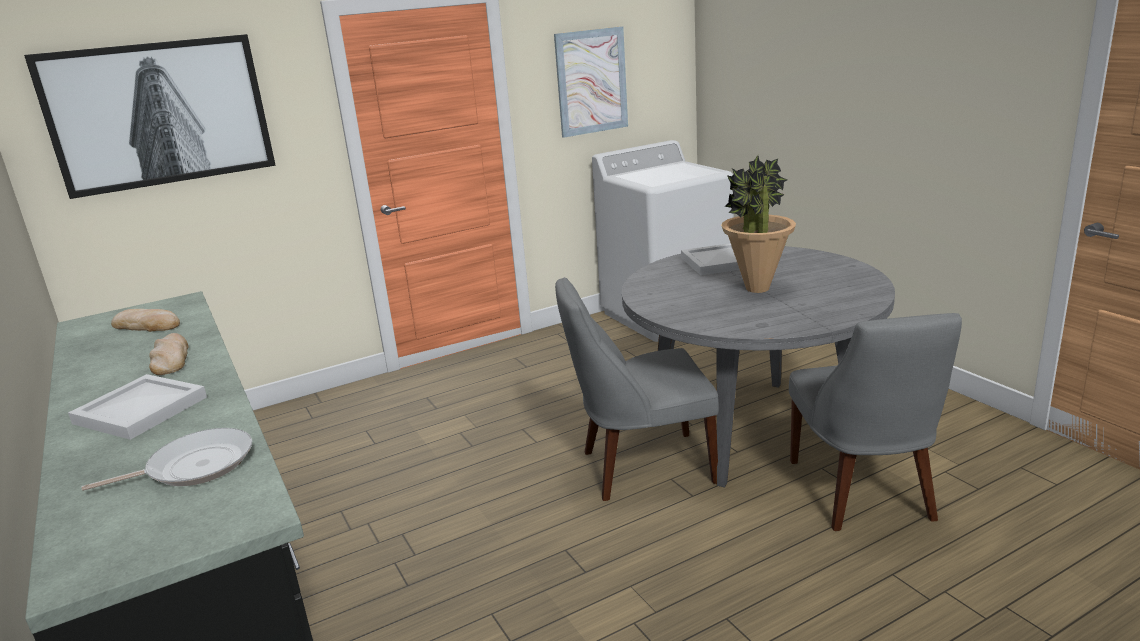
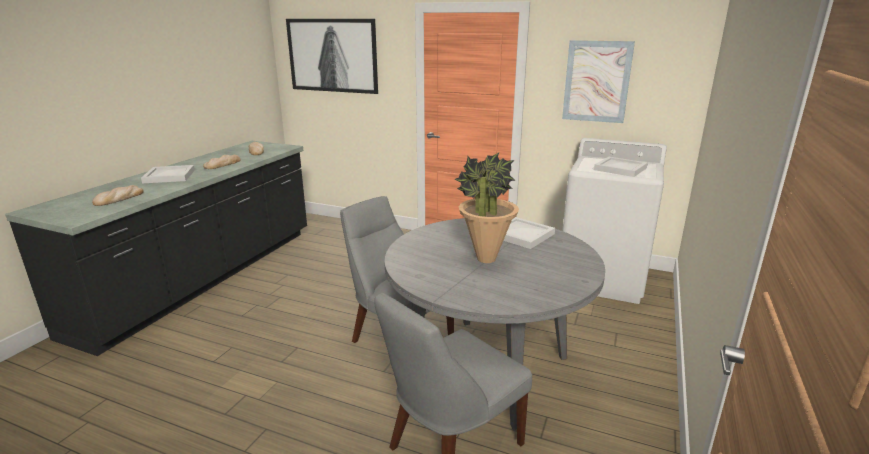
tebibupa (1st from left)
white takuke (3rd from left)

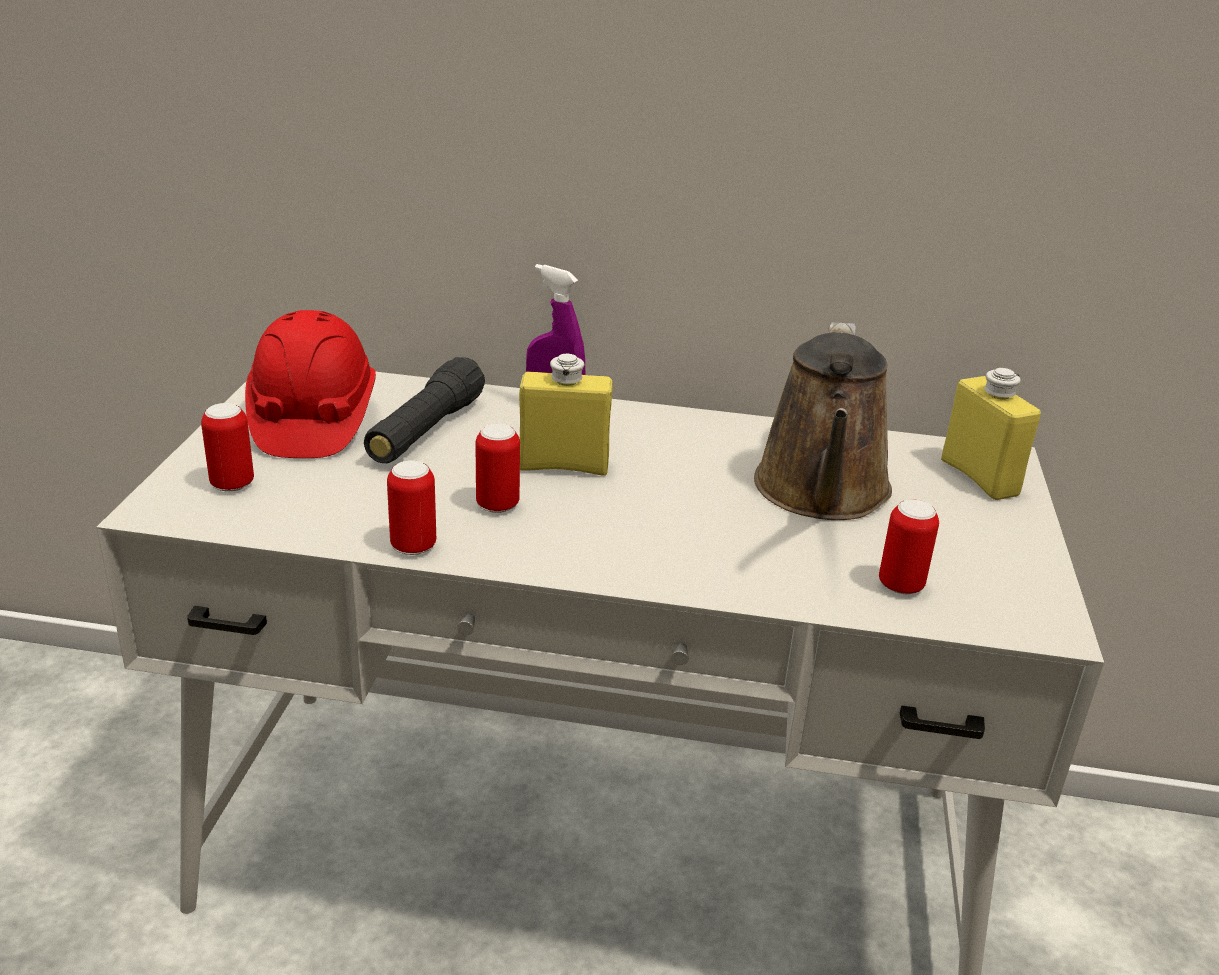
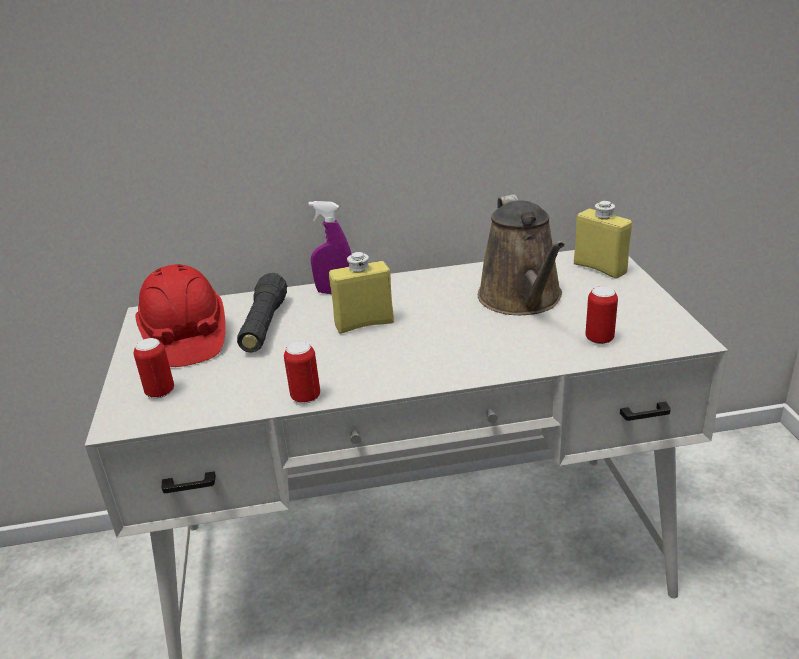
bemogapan (3rd from left in the first image)

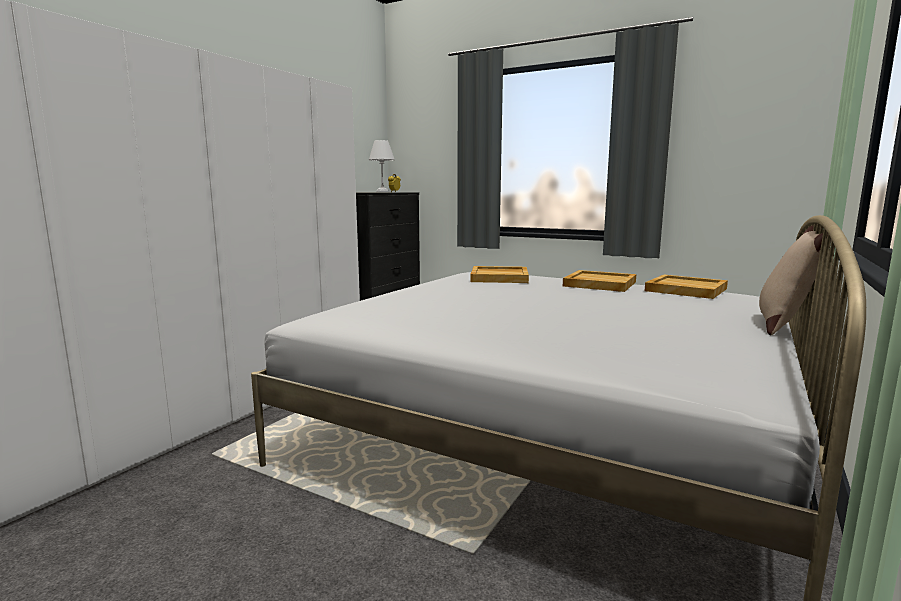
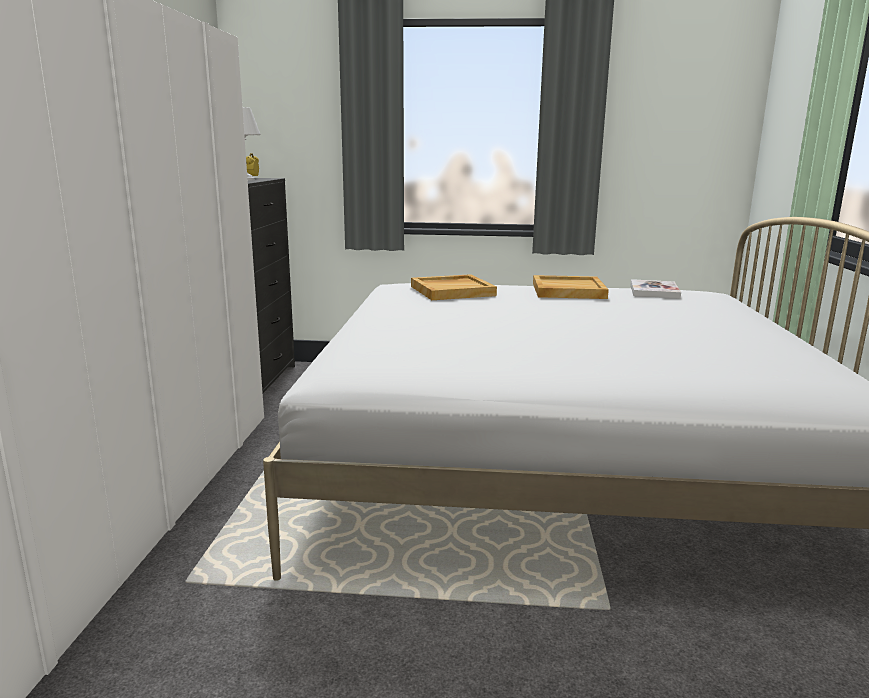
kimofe
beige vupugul

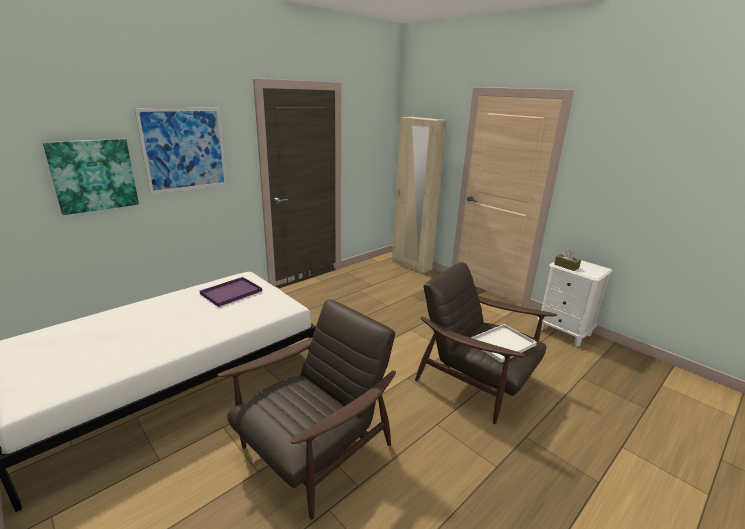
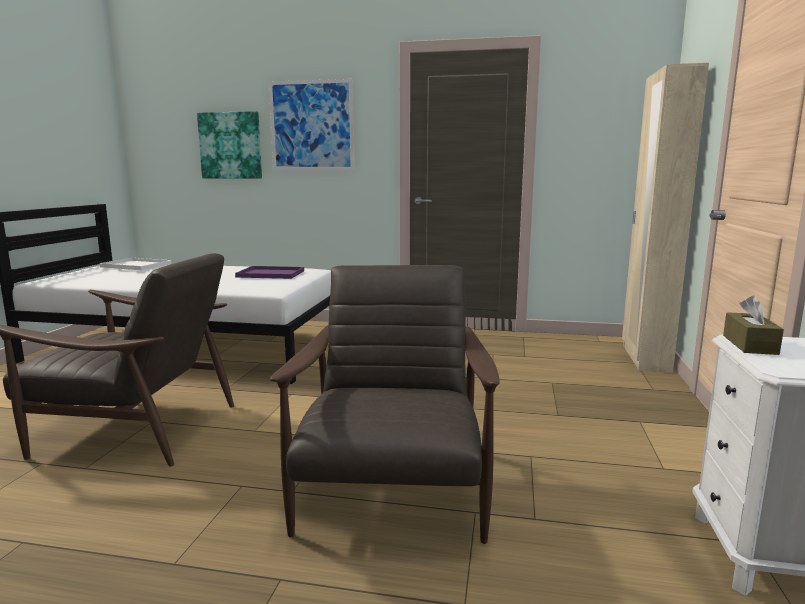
white takuke

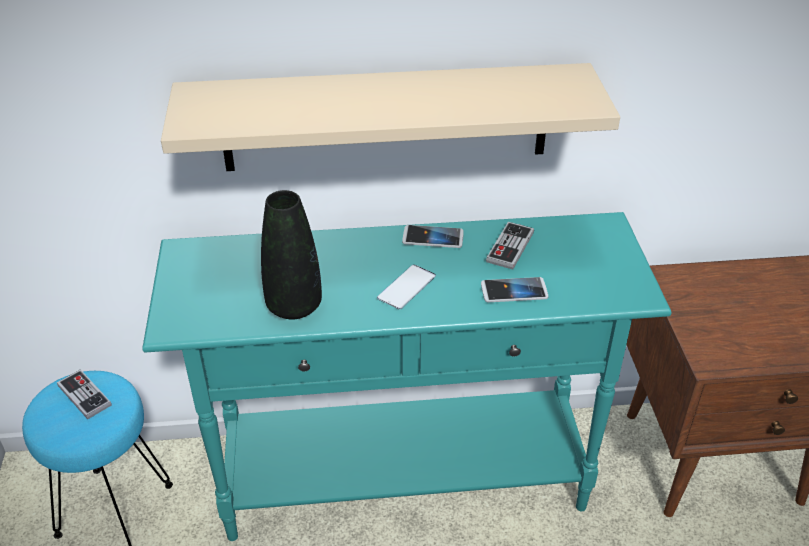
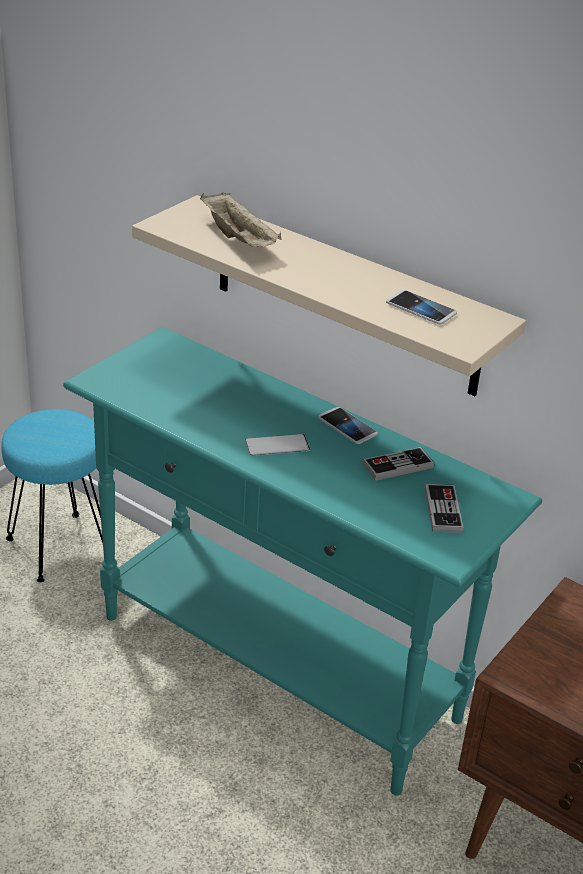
beige takuke
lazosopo (3rd from left)
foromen (2nd from left)
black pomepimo

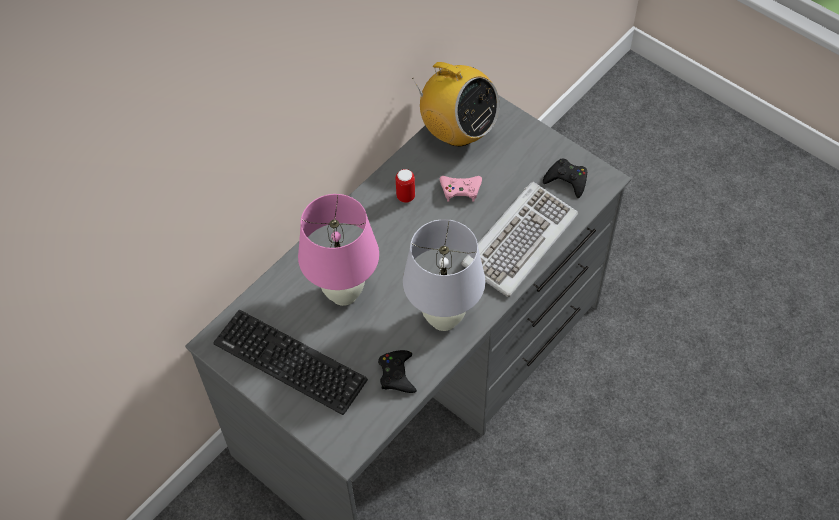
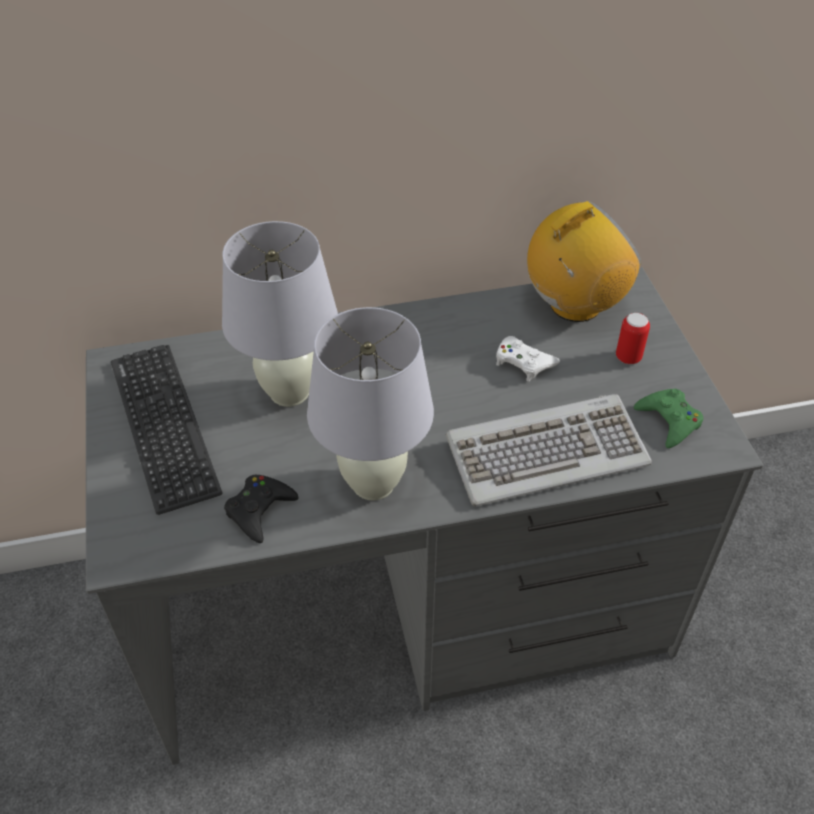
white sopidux (1st from left)
white foromen
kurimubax
bemogapan
green foromen

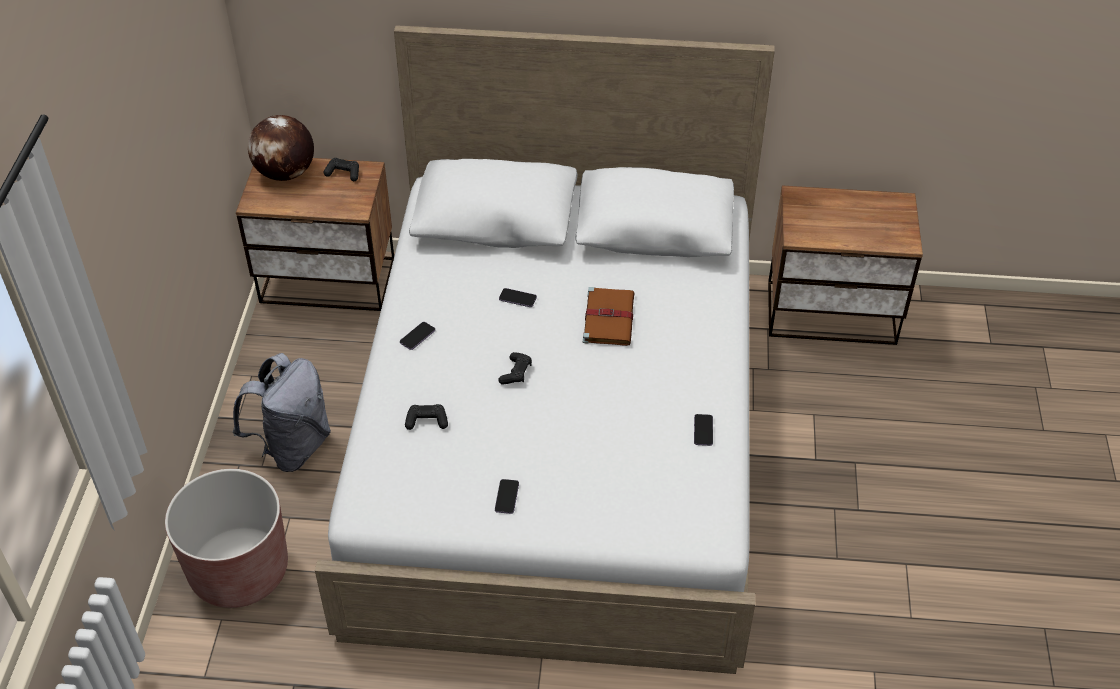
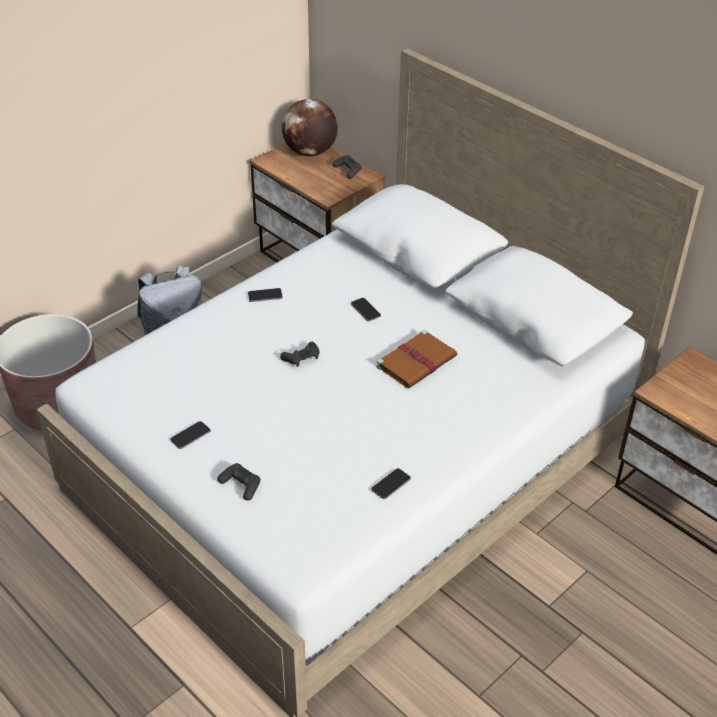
black foromen (1st from left)

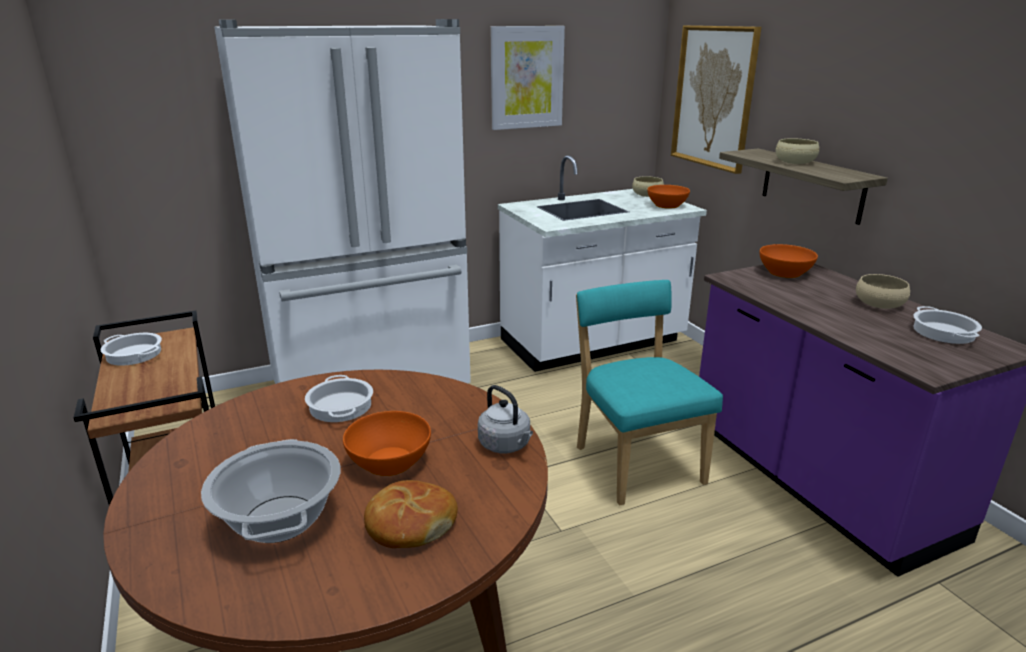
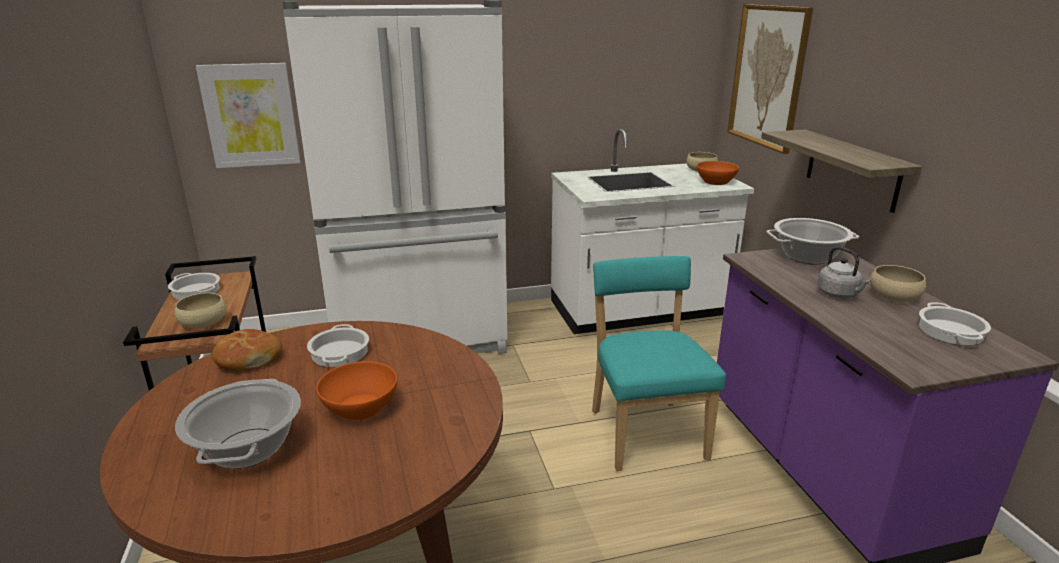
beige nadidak (1st from left)
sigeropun (1st from left)
tebibupa
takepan (4th from left)
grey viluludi

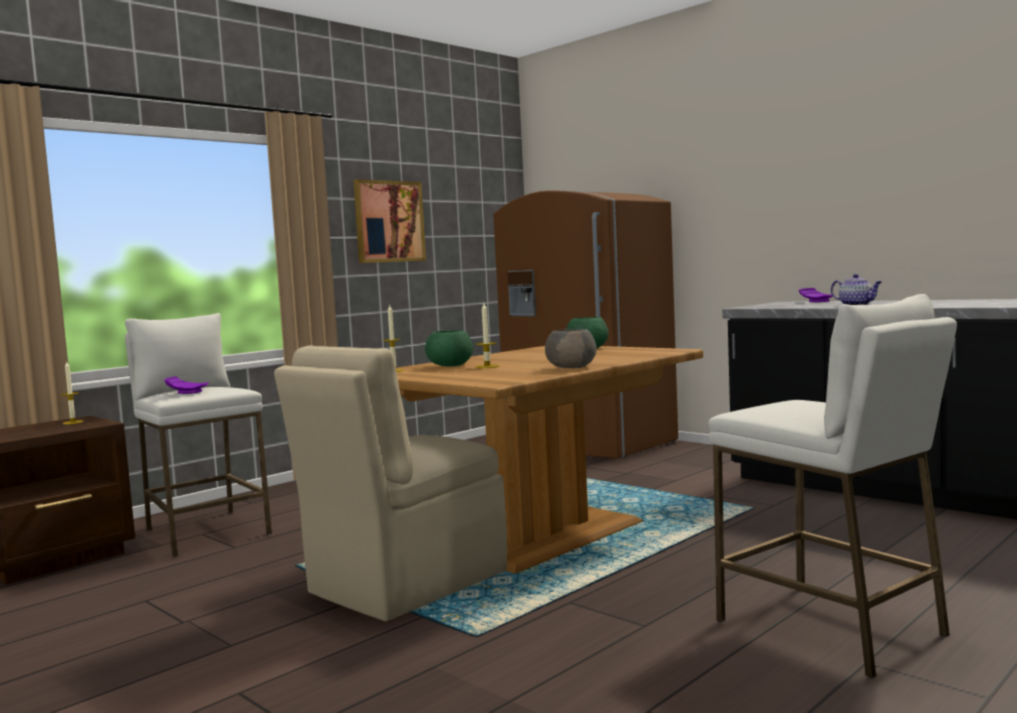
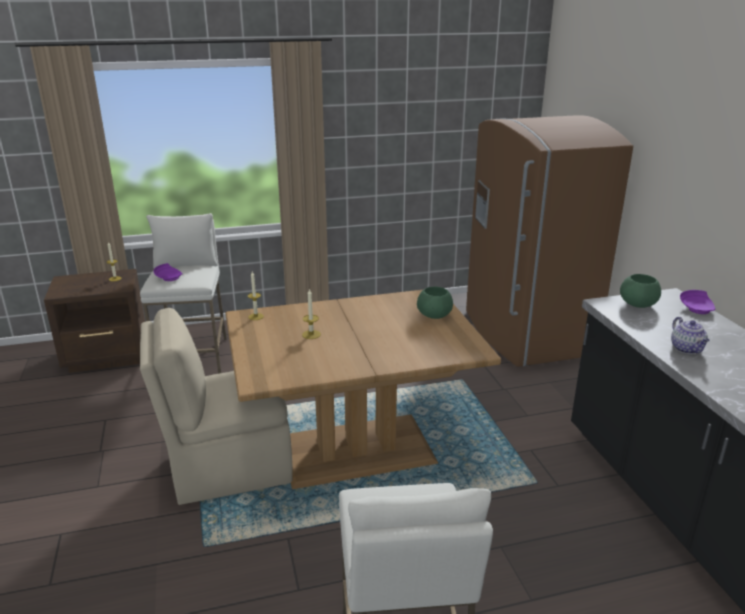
green nadidak (2nd from left)
sigeropun
grey nadidak

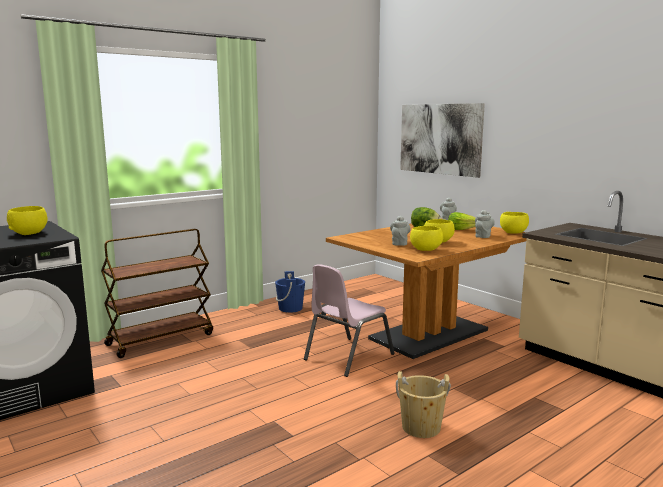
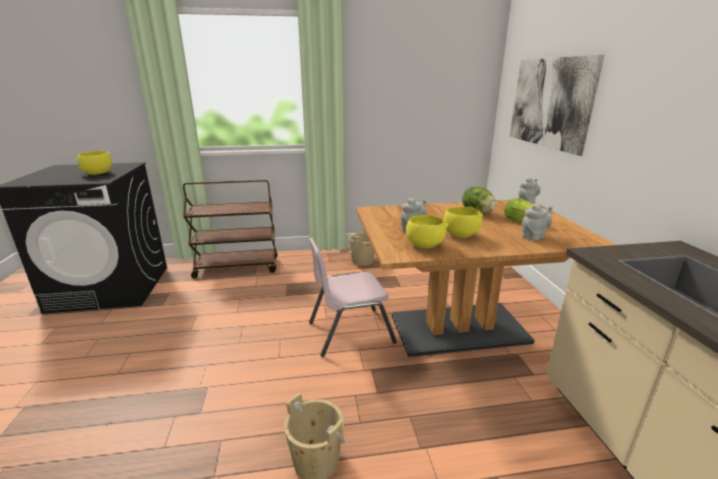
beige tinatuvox (2nd from left)
yellow nadidak (4th from left in the first image)

